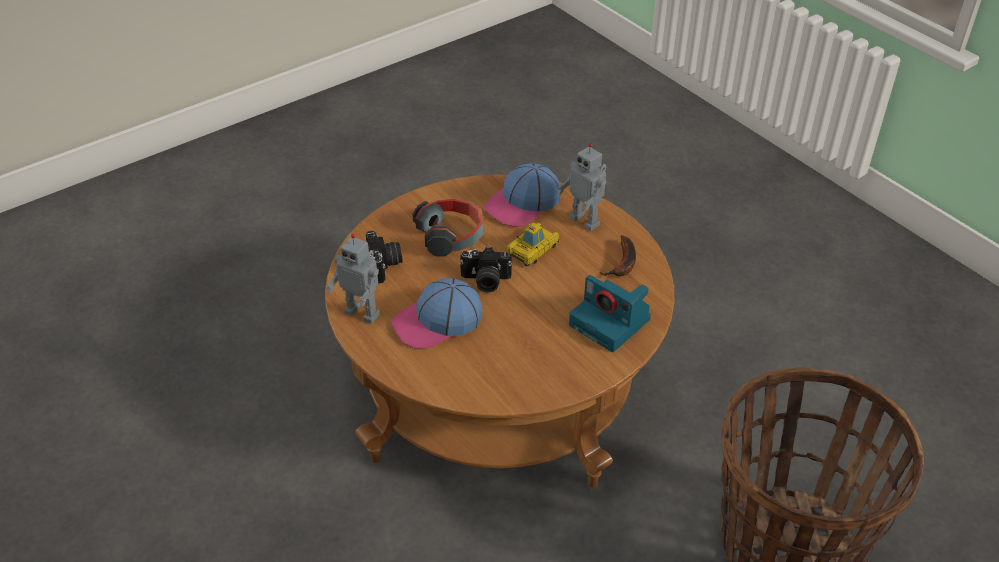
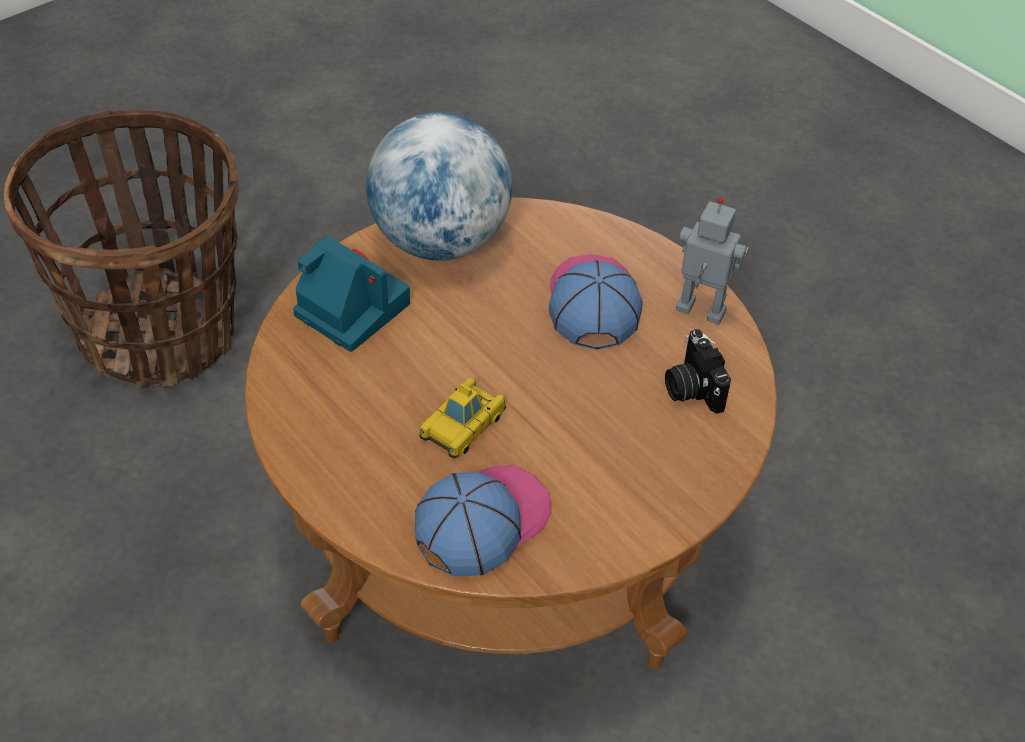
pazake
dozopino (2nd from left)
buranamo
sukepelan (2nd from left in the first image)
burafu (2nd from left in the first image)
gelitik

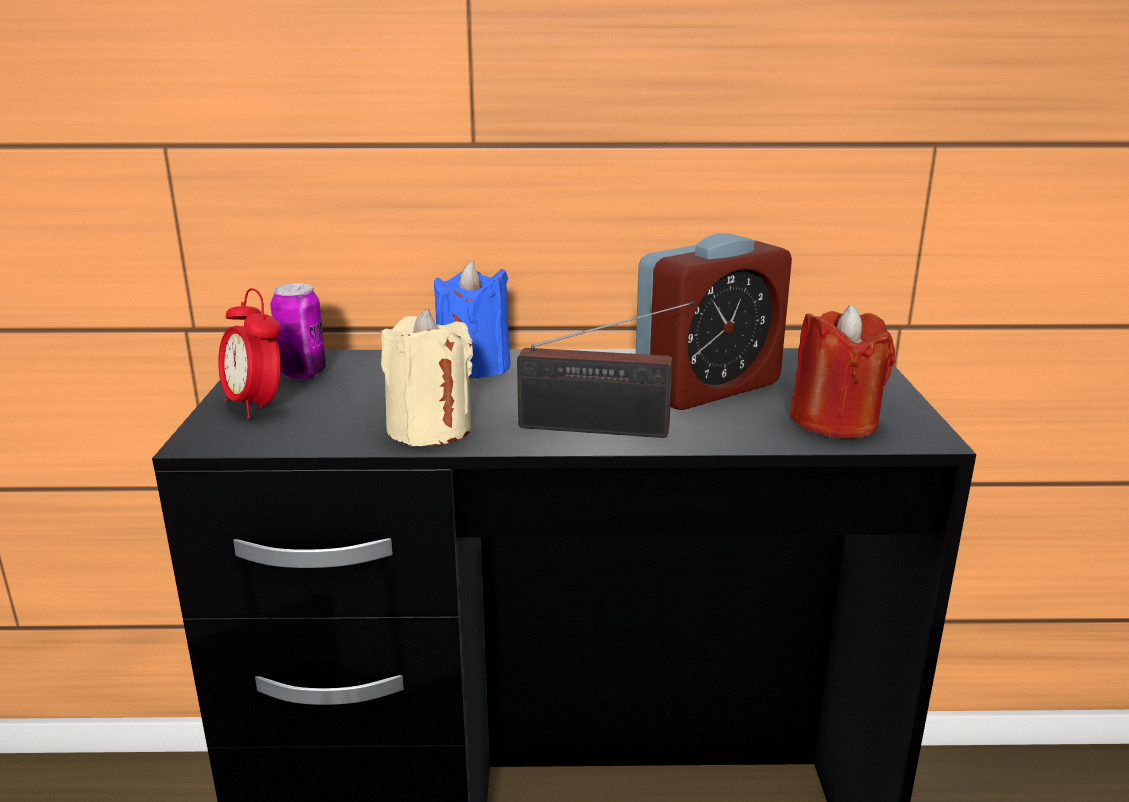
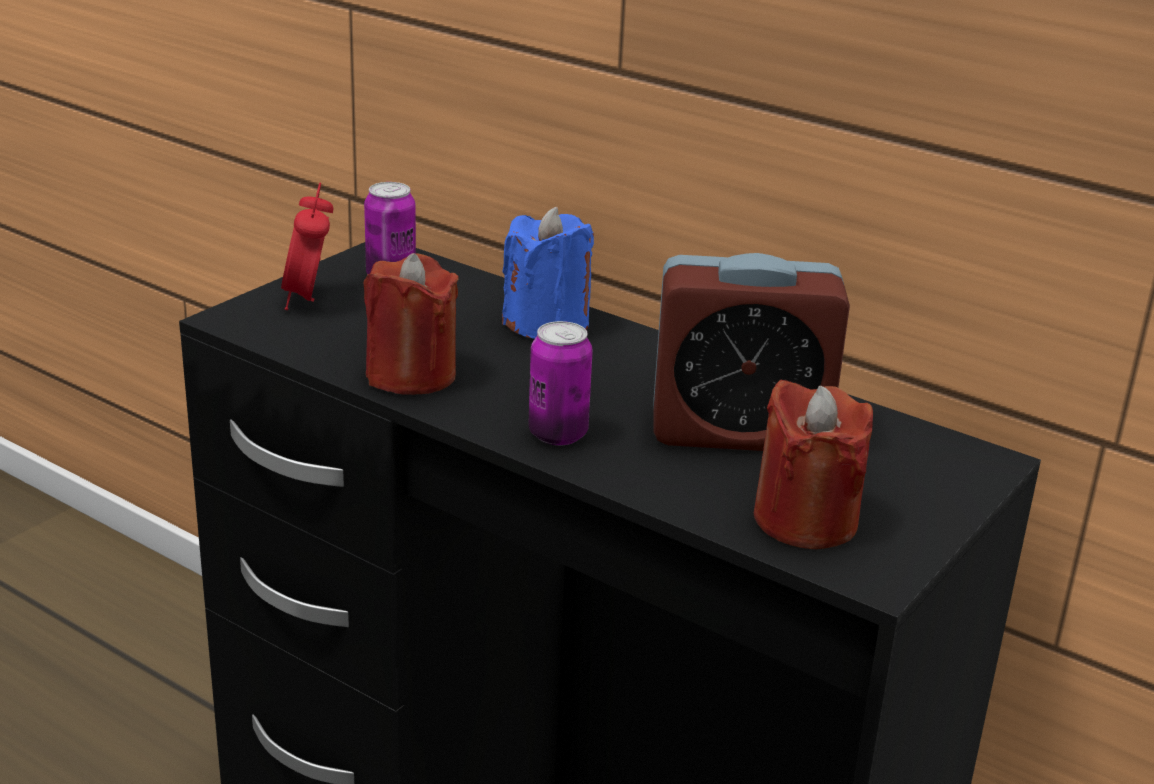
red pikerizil (1st from left)
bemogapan (2nd from left)

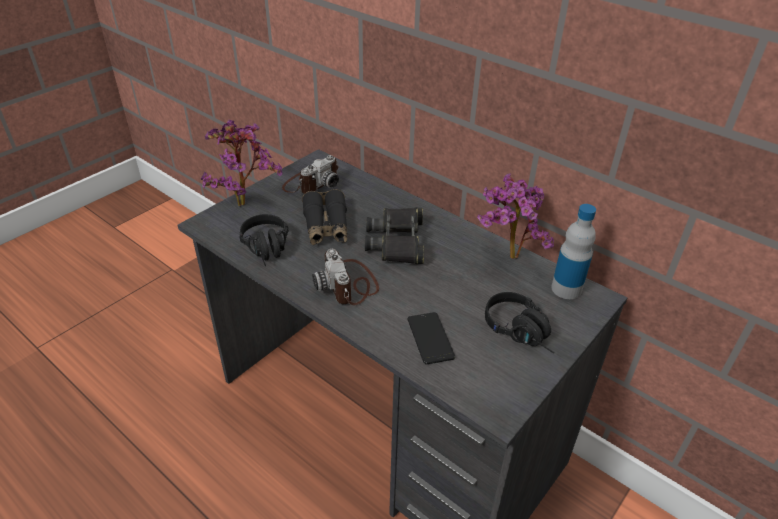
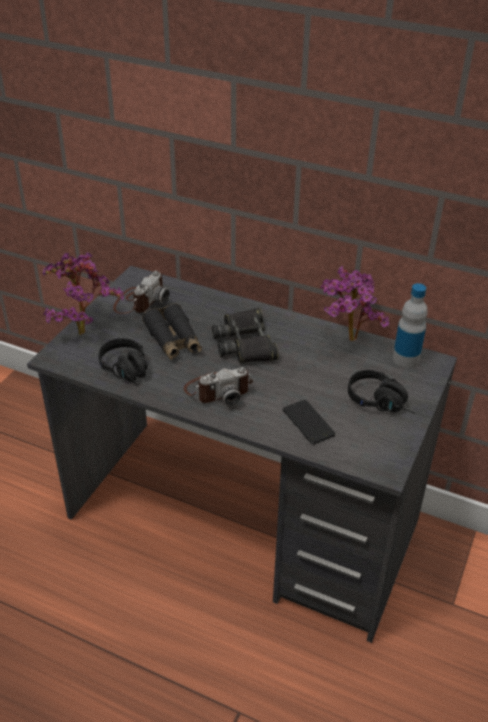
sukepelan (2nd from left)

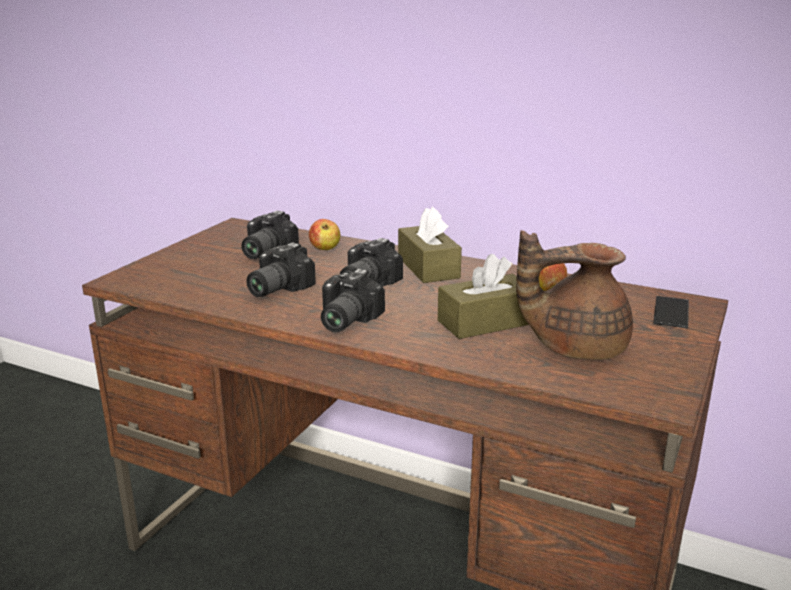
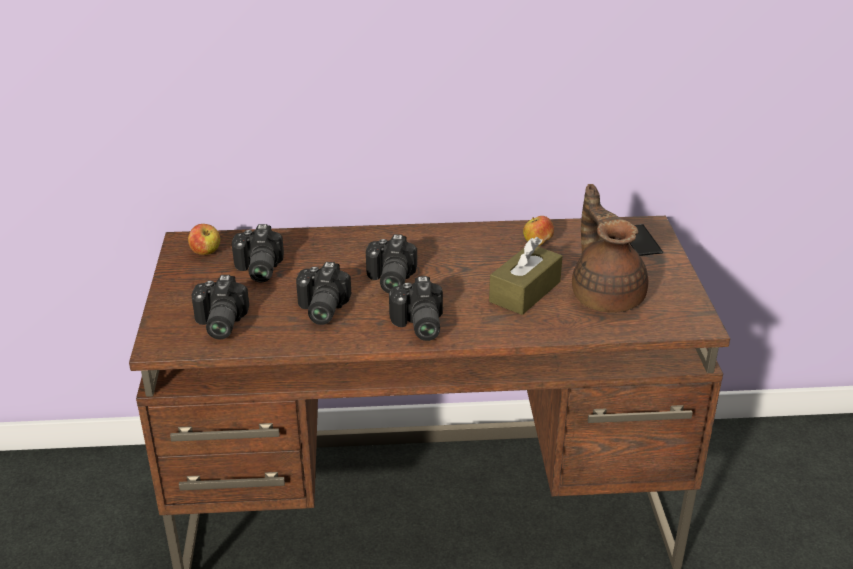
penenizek (1st from left)
sukepelan (1st from left)
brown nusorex
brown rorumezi (1st from left in the first image)

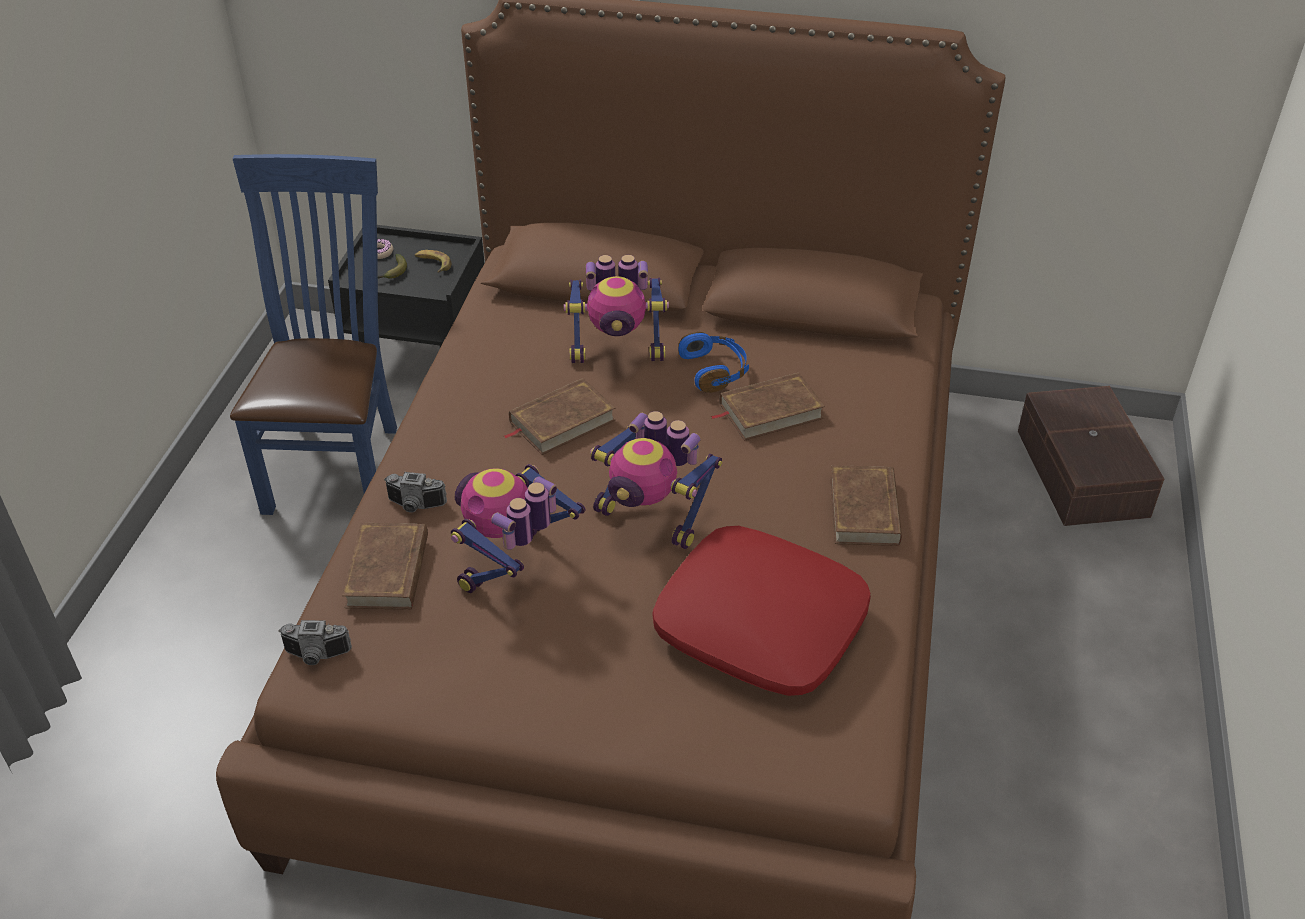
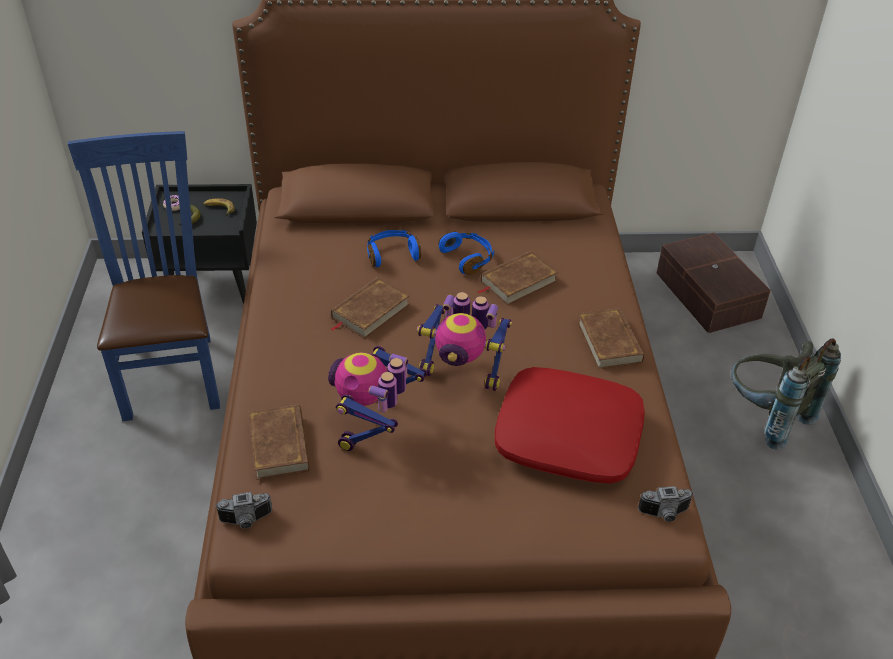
blue buranamo (1st from left)
sukepelan (2nd from left)
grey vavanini

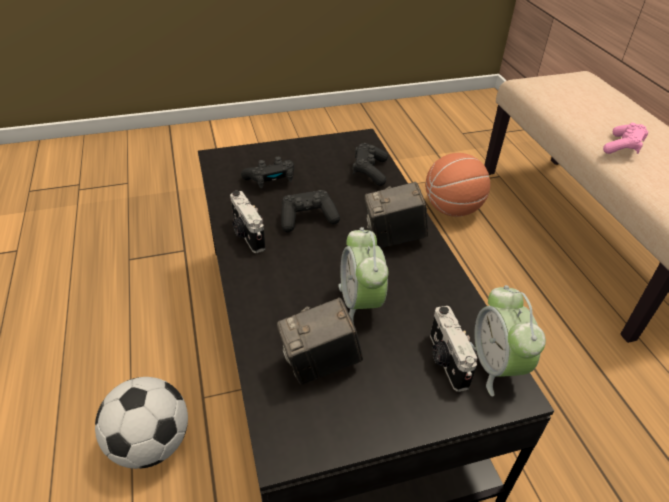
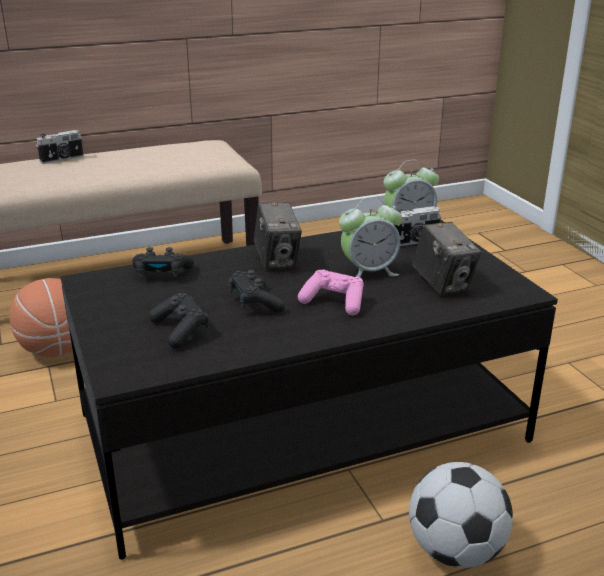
sukepelan (1st from left)
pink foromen

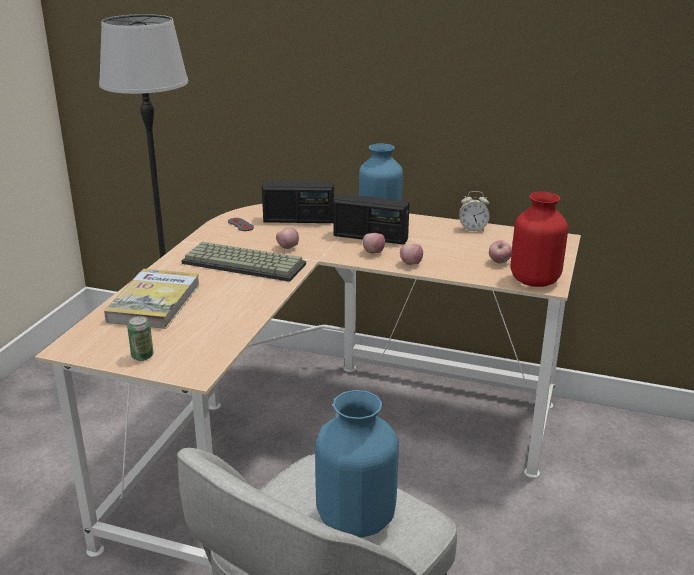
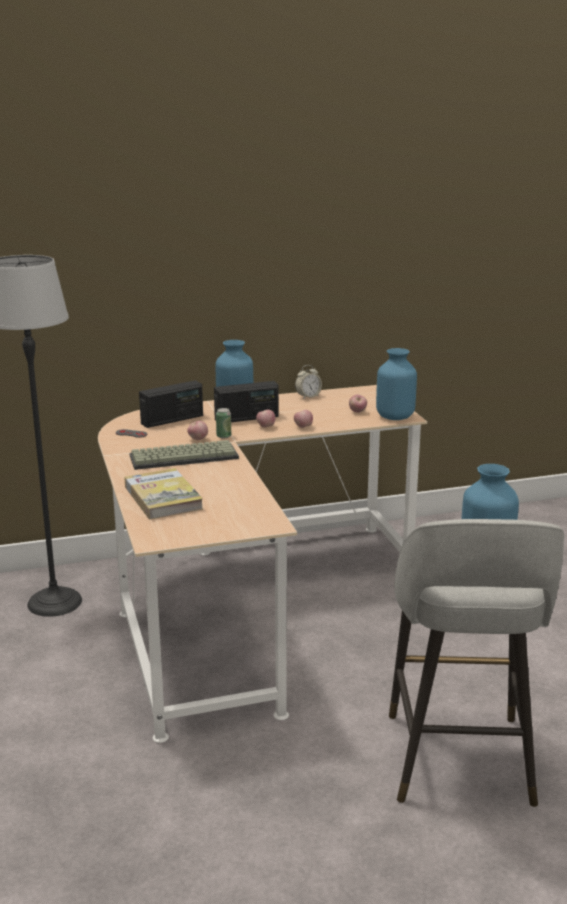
bemogapan
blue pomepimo (2nd from left)

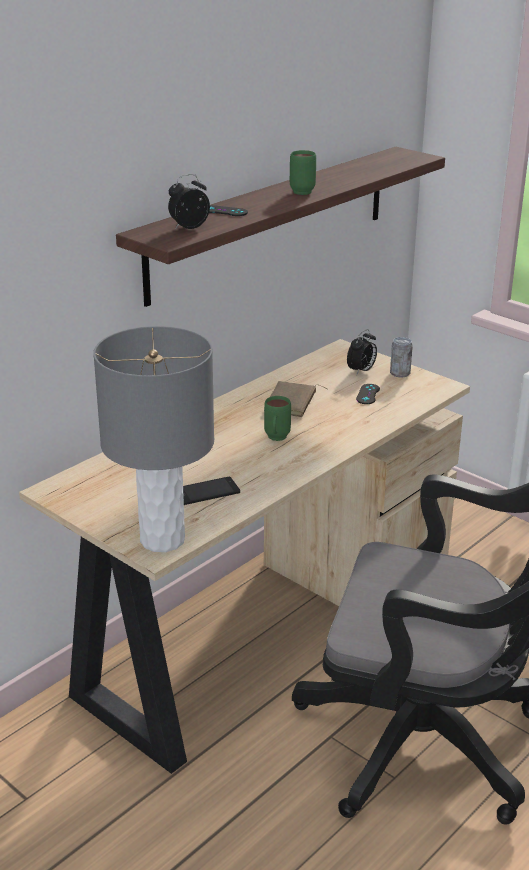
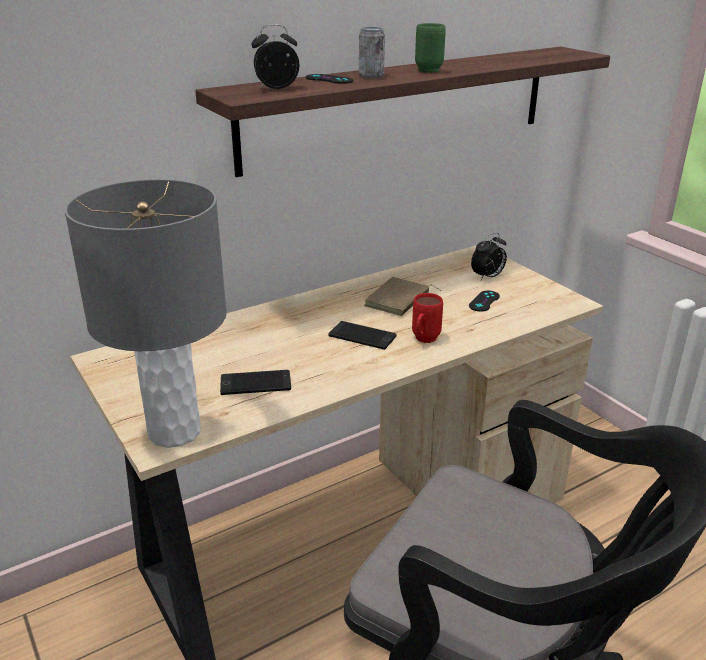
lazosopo (2nd from left)
bemogapan
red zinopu

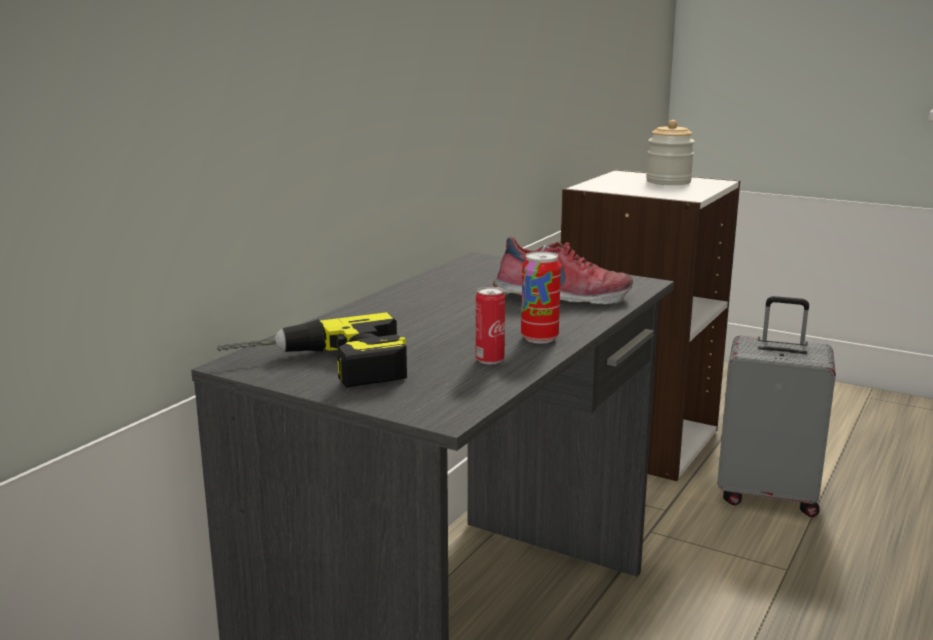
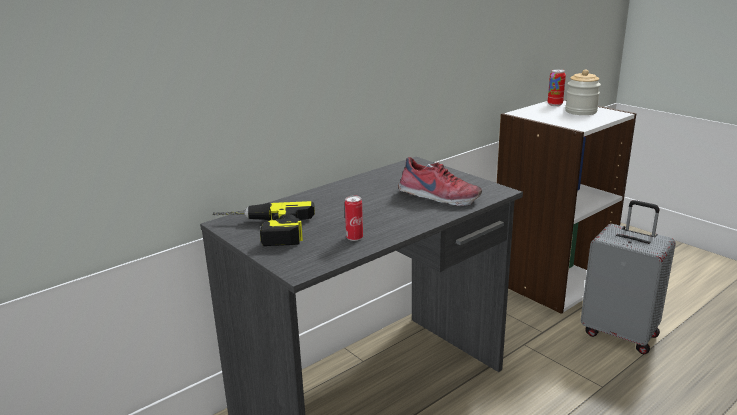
bemogapan (2nd from left)

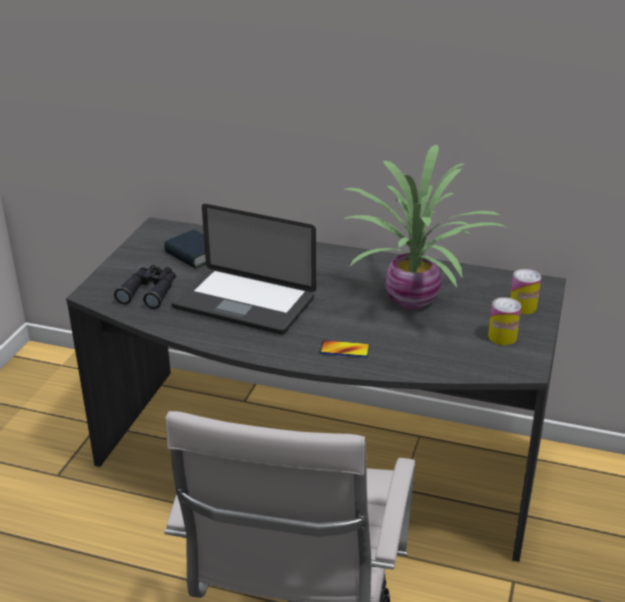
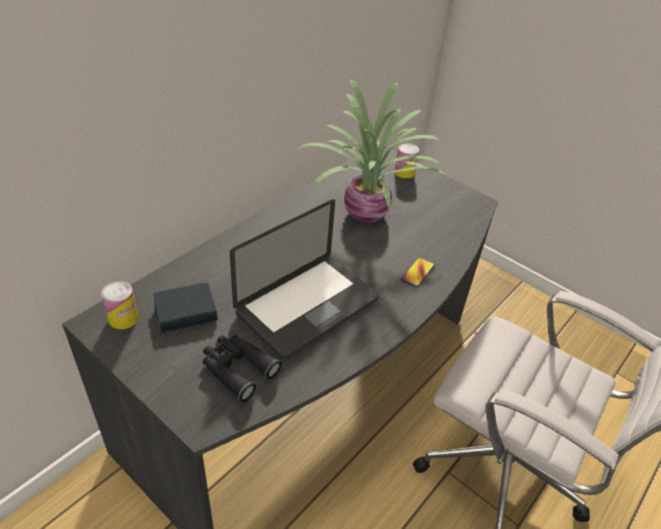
bemogapan (1st from left)

